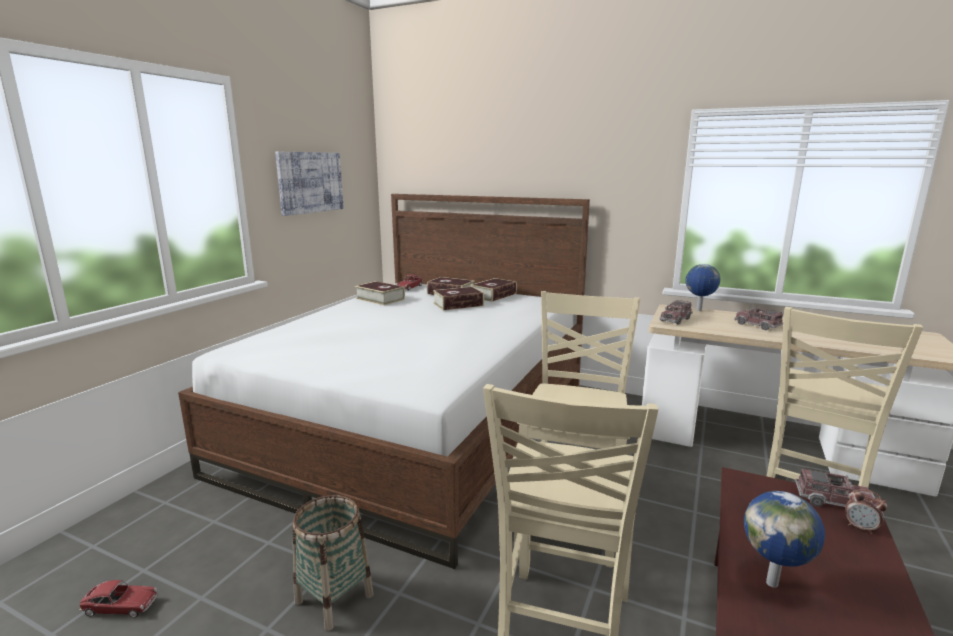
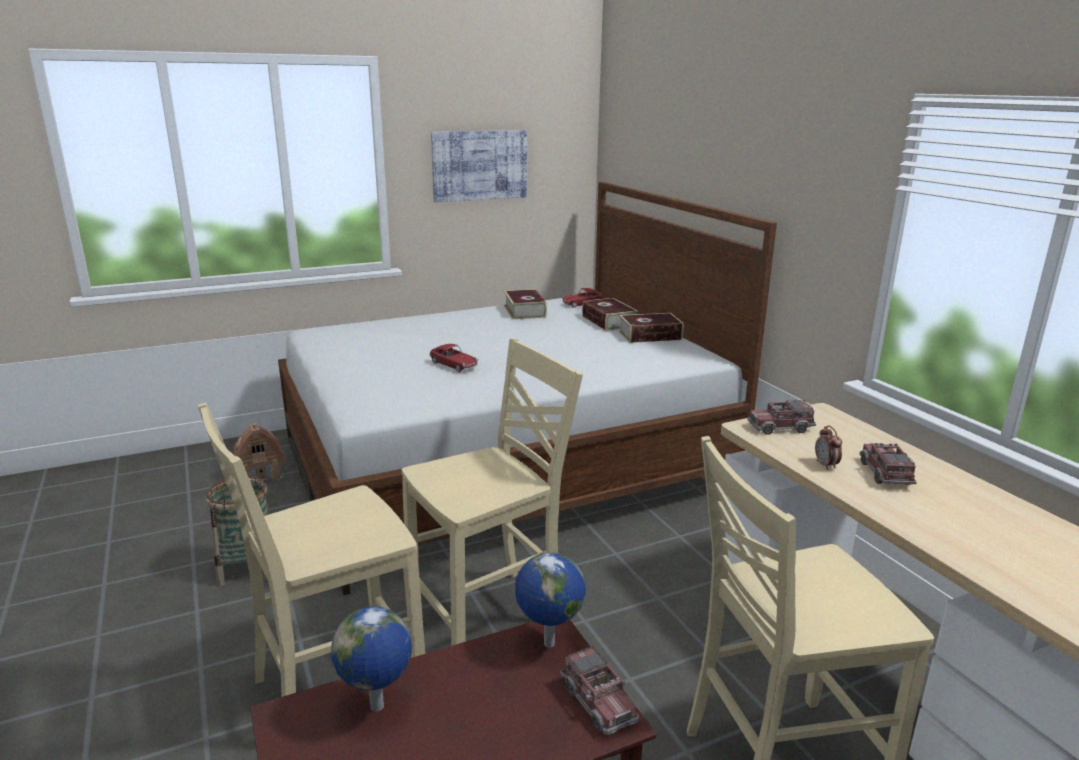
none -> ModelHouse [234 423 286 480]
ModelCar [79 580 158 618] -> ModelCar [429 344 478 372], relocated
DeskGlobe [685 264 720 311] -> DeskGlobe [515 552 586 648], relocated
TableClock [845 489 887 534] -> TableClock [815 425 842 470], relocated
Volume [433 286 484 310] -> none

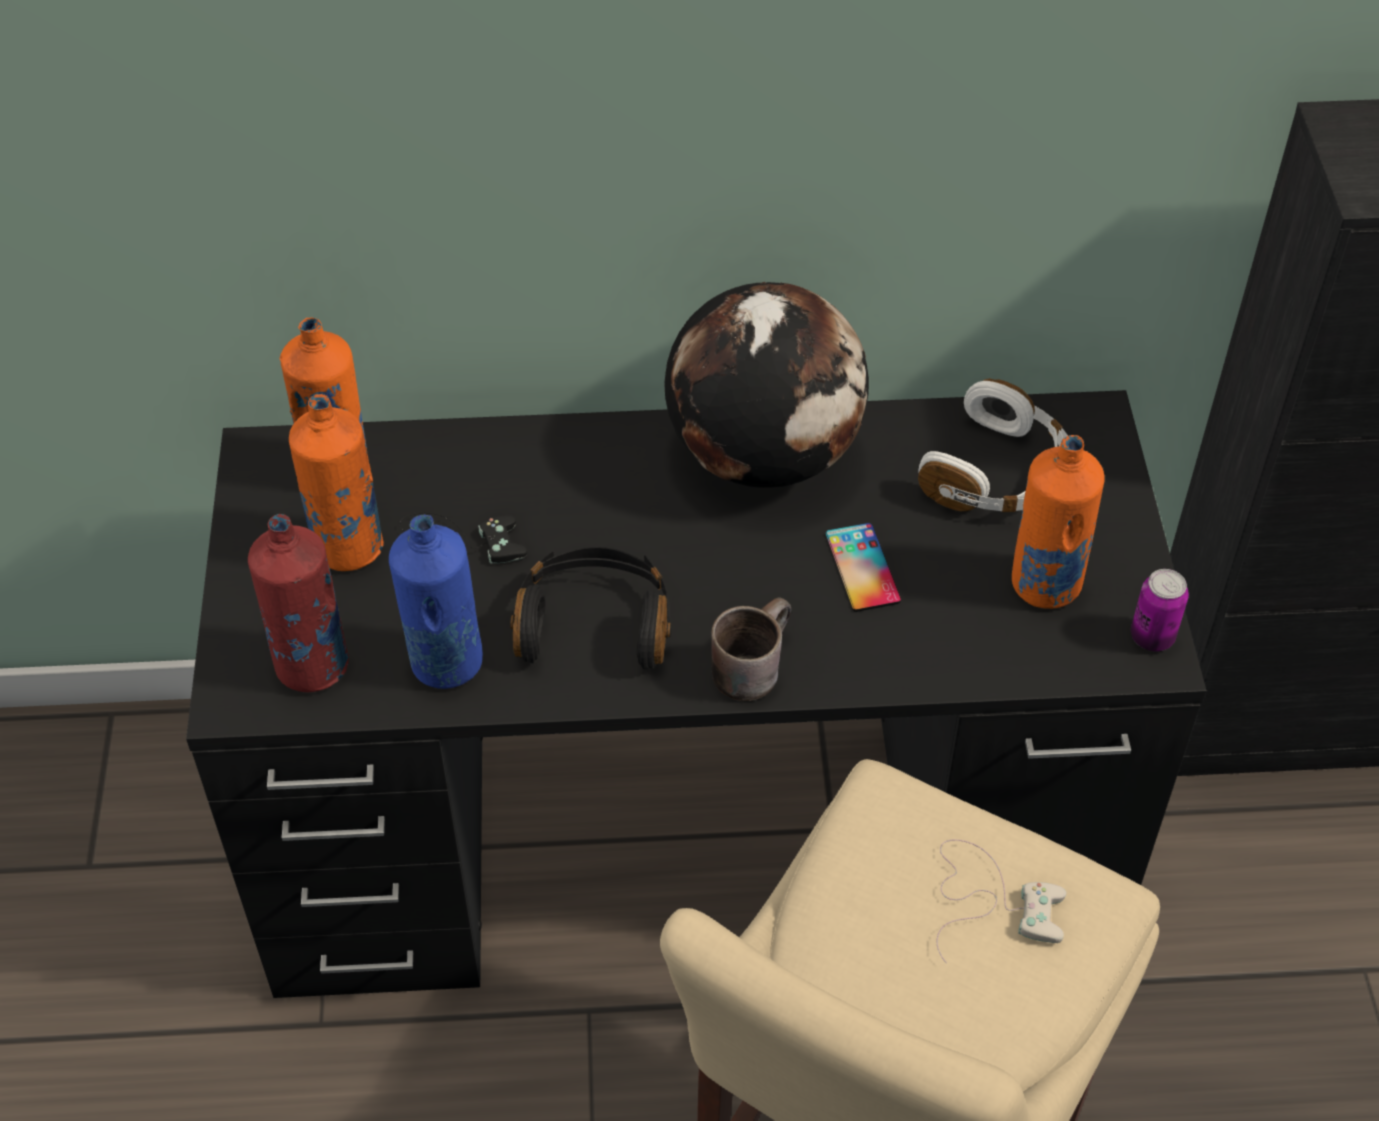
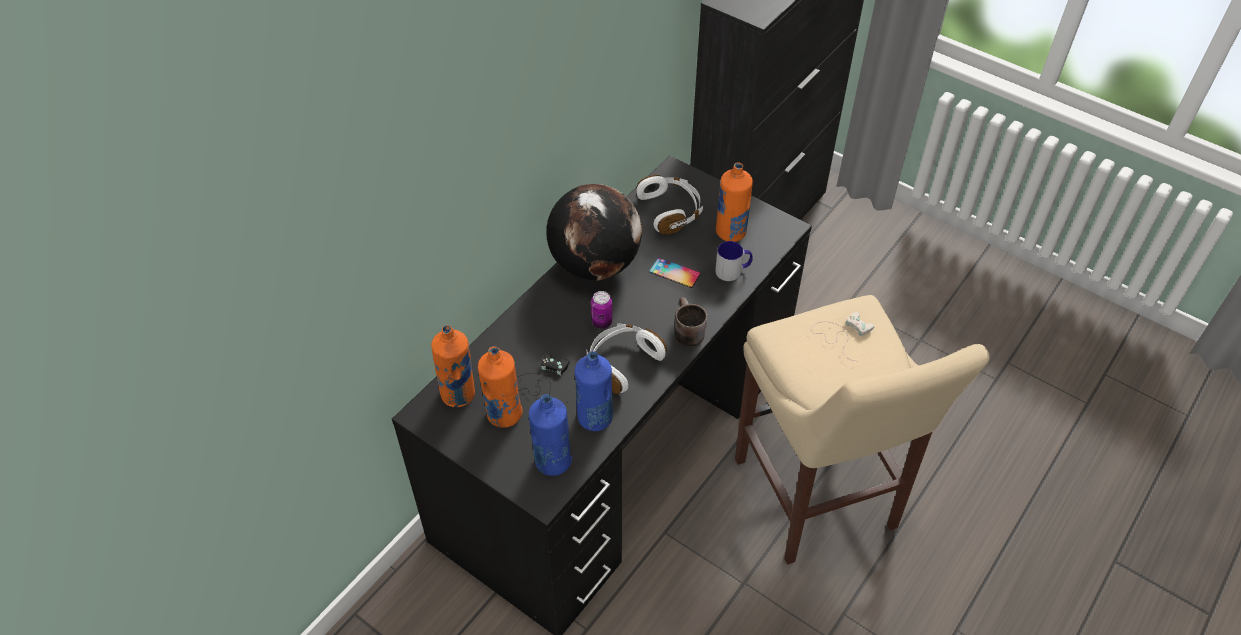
RedDrinkBottle [248 514 349 692] -> BlueDrinkBottle [529 394 572 476]
BlackishPairOfHeadphones [510 547 671 669] -> WhitishPairOfHeadphones [586 324 667 394]
SealedCan [1131 569 1189 651] -> SealedCan [591 291 612 329], relocated
none -> TeaMug [715 241 753 281]

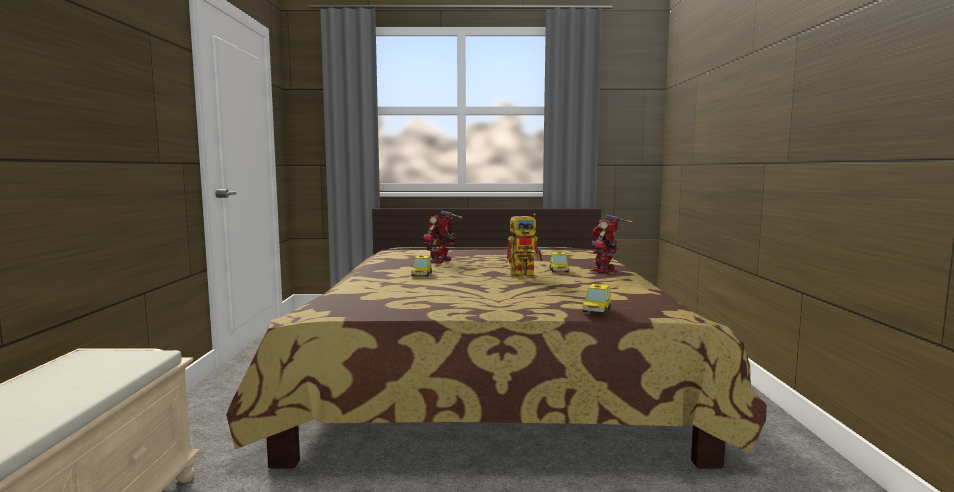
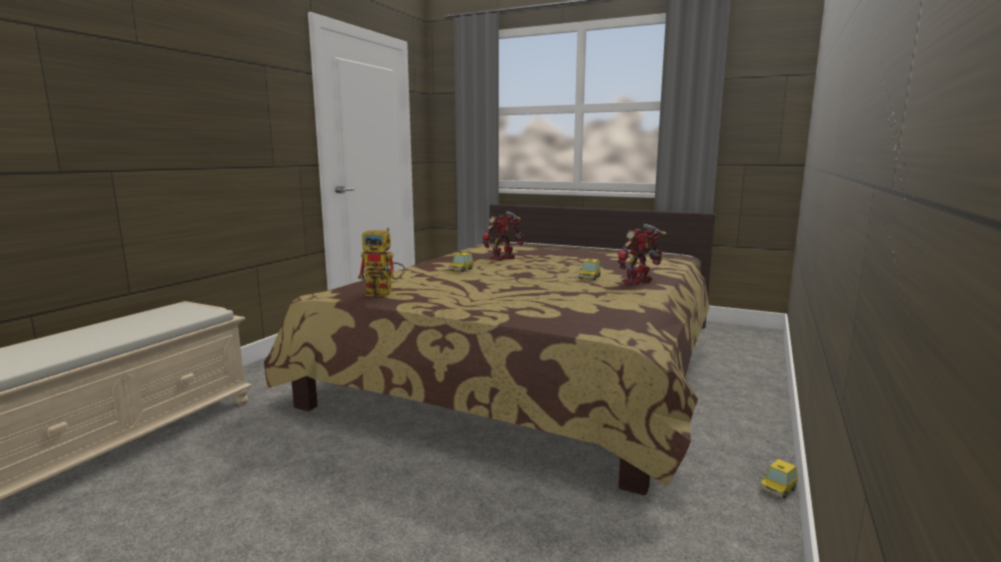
ModelRobot [505 213 543 278] -> ModelRobot [358 228 405 297], relocated
ModelCar [582 284 611 314] -> ModelCar [760 459 798 499], relocated

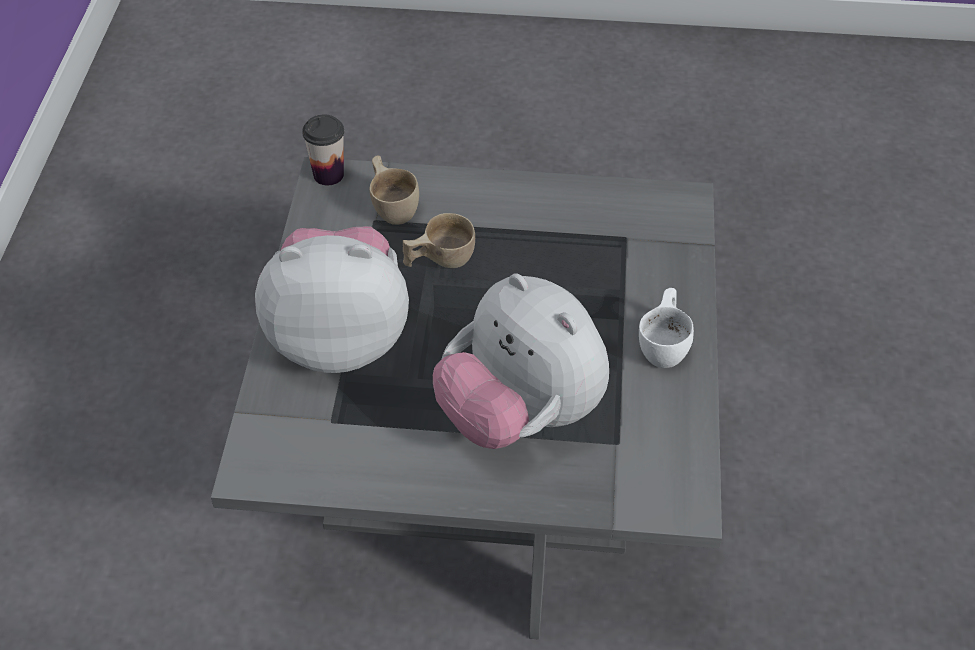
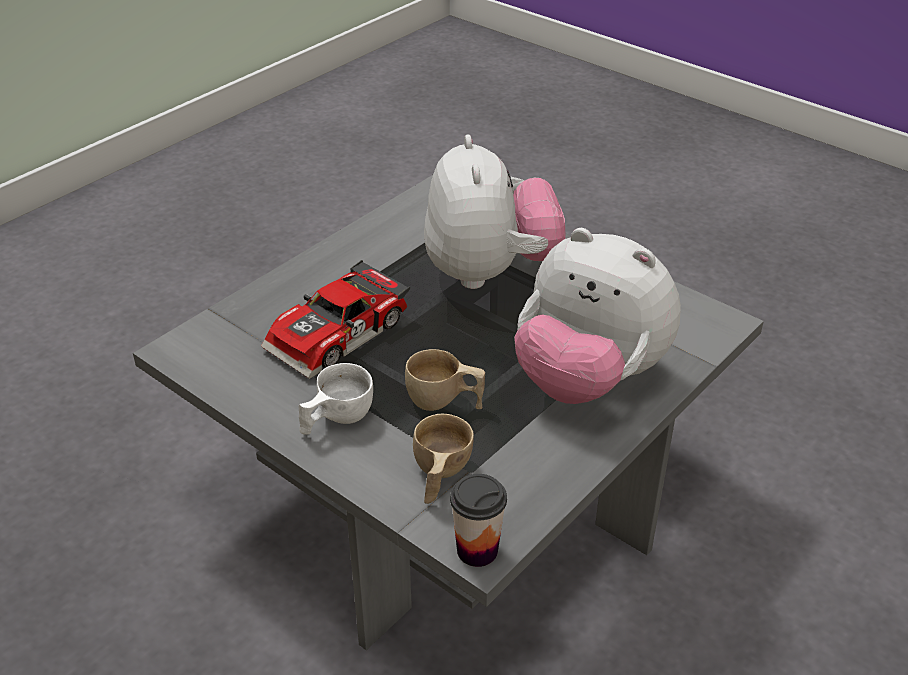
none -> ModelCar [261 260 410 379]
WhitishDrinkingCup [639 288 694 368] -> WhitishDrinkingCup [299 363 373 434], relocated

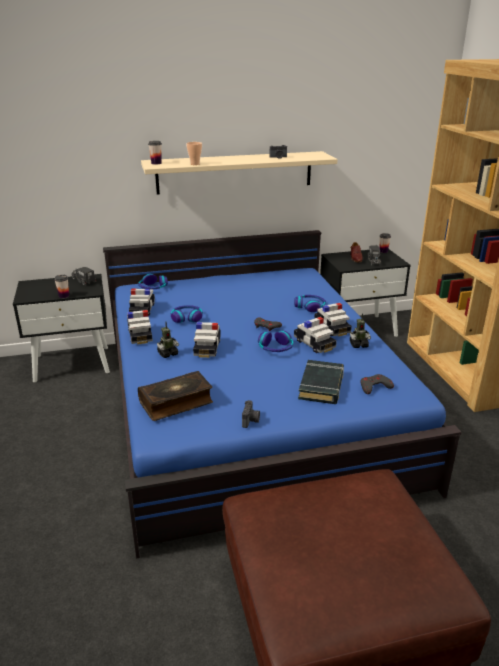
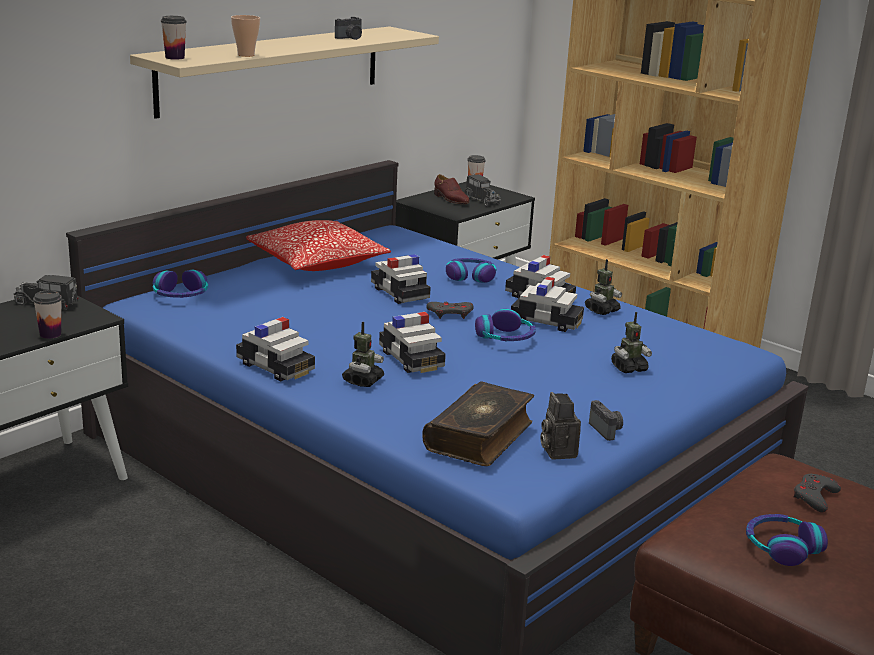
none -> ThrowPillow [246 220 391 271]
ModelCar [129 289 155 315] -> ModelCar [371 254 431 304], relocated
none -> PhotoCamera [540 392 581 460]
BlackishVolume [298 360 344 404] -> ModelRobot [611 312 652 373]
PairOfHeadphones [171 305 203 323] -> PairOfHeadphones [746 514 828 566], relocated
GreyGameController [360 374 394 394] -> GreyGameController [794 474 841 512], relocated

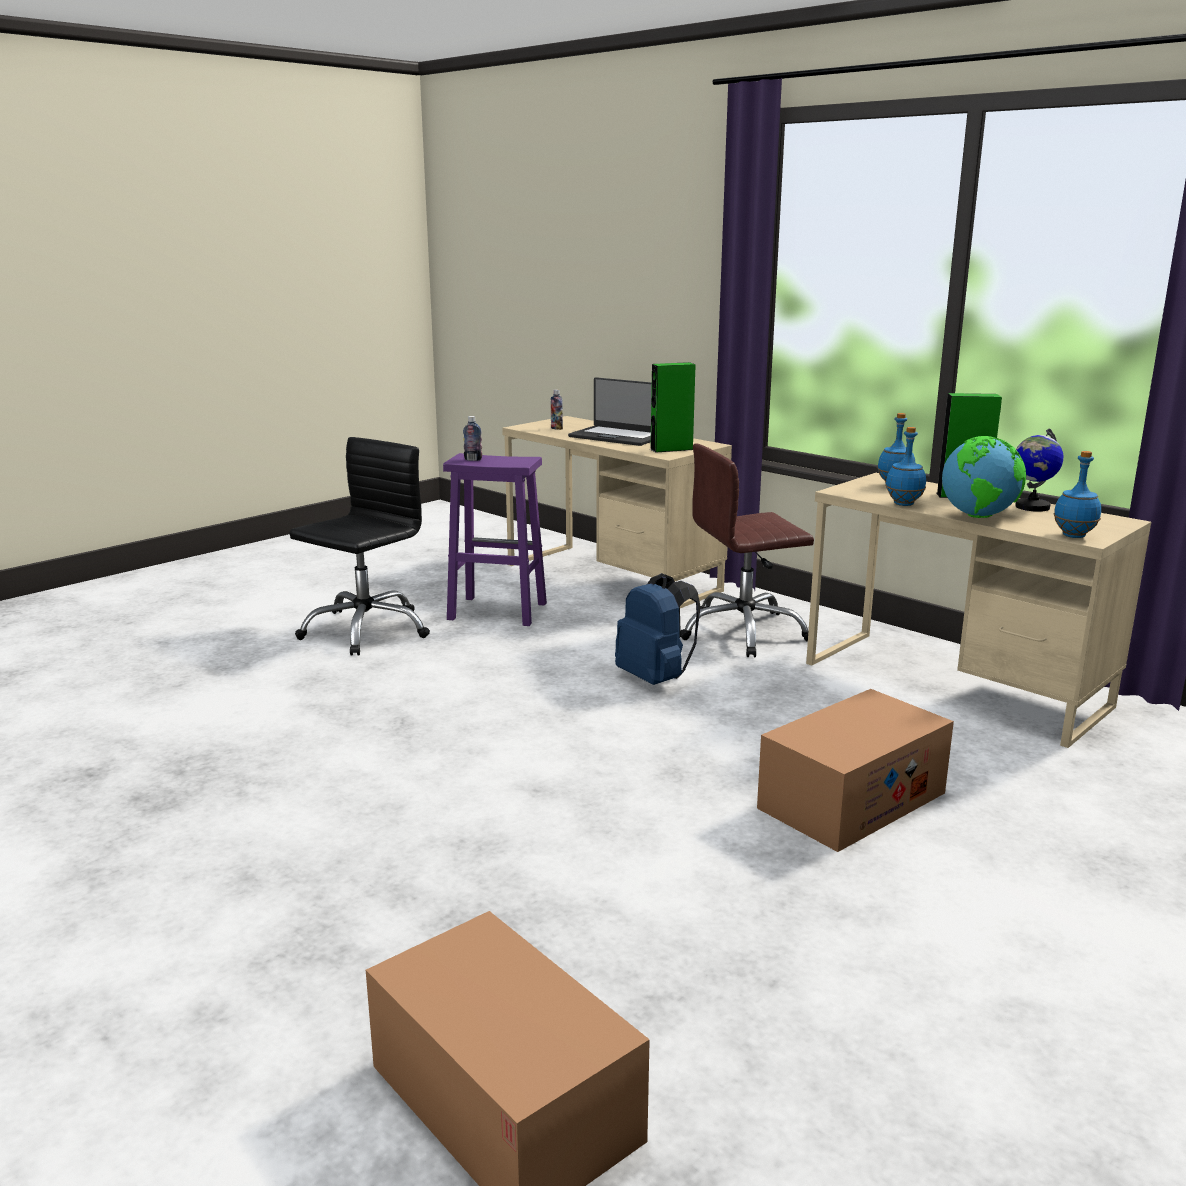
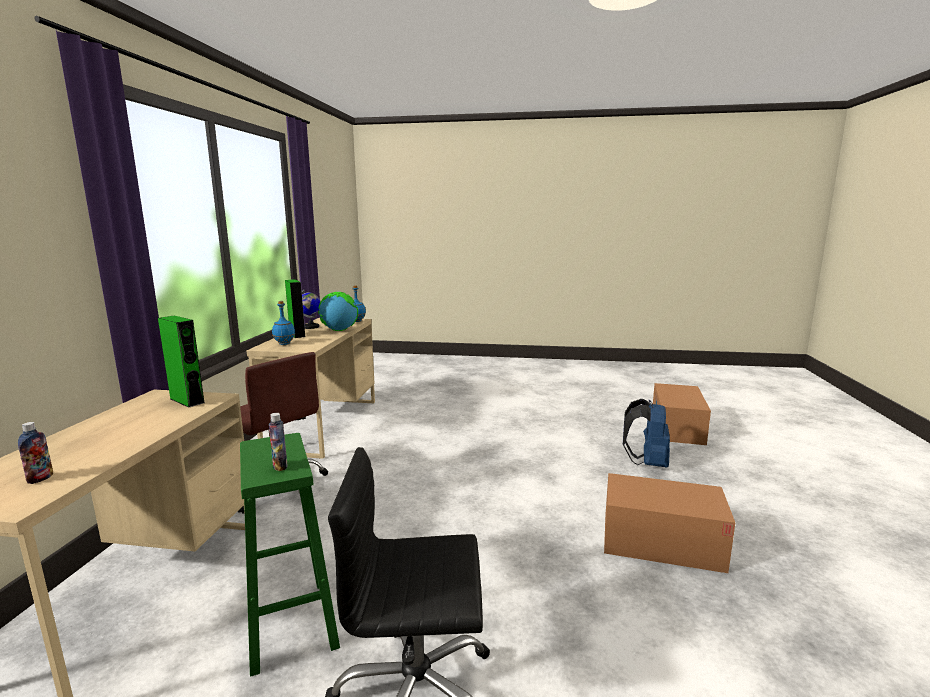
PurpleColouredStoolSeat [443 453 547 626] -> GreenStoolSeat [240 433 340 677]
PackingBox [757 689 954 852] -> PackingBox [604 473 735 573], relocated
BlueRucksack [615 573 701 685] -> BlueRucksack [623 399 670 467], relocated
PortableComputer [568 377 652 446] -> none
BlueDrinkBottle [885 427 926 506] -> none

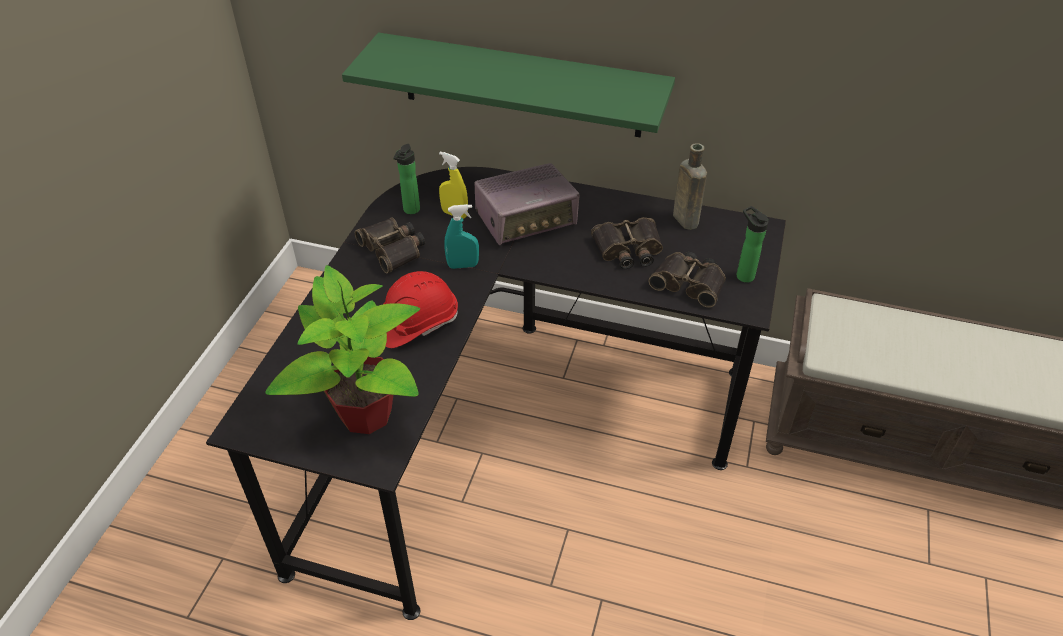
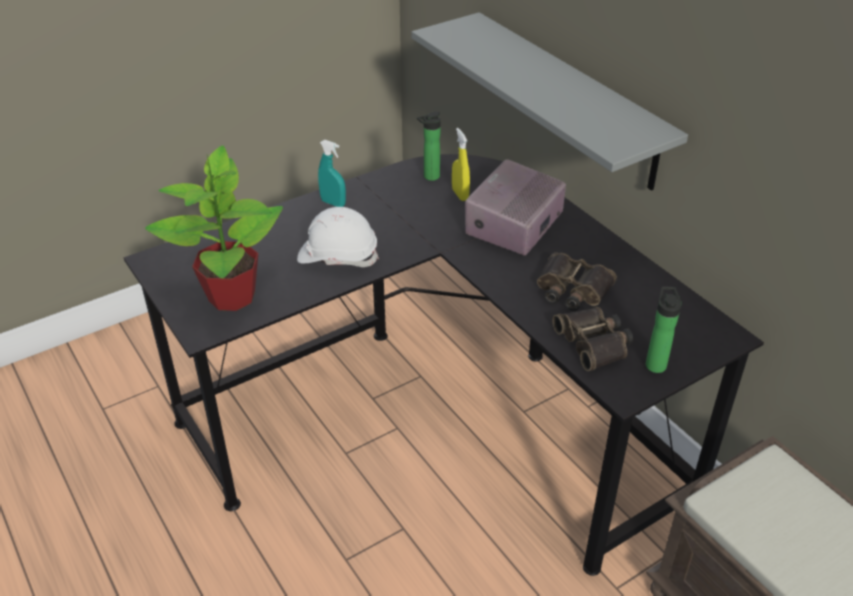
RedSafetyHelmet [383 271 458 348] -> WhitishSafetyHelmet [297 207 379 267]
TurquoiseColouredHandSprayer [444 204 479 269] -> TurquoiseColouredHandSprayer [318 140 346 207], relocated
GreenShelf [342 32 675 137] -> GreyShelf [412 12 688 191]
RadioSet [475 163 580 245] -> RadioSet [465 159 566 256], 105 degrees clockwise
PairOfBinoculars [355 218 425 274] -> none
BrownishDrinkBottle [673 143 707 230] -> none

